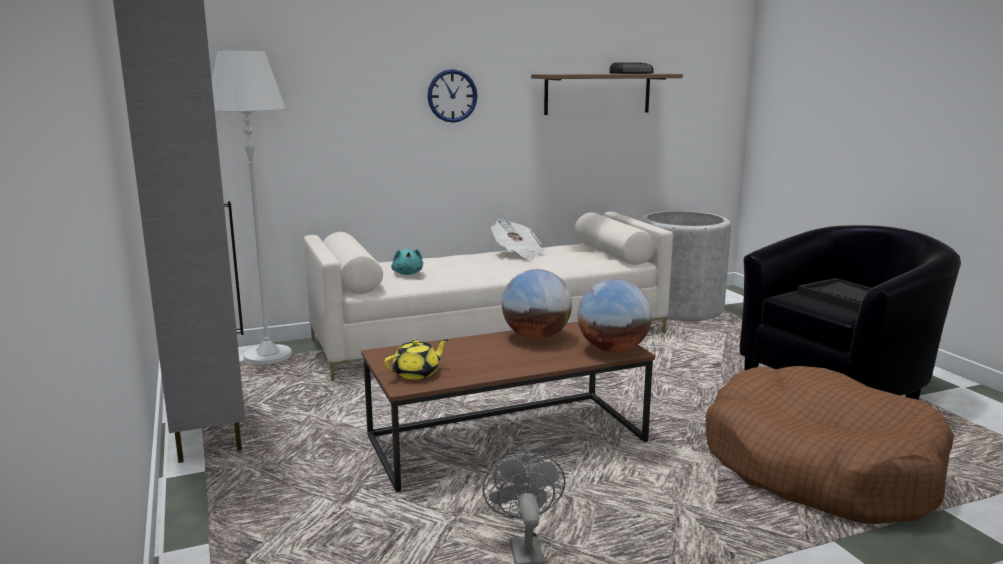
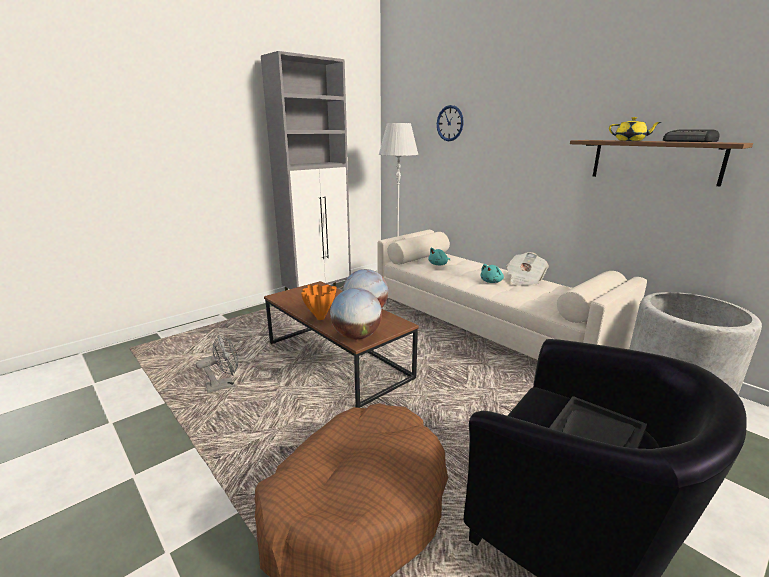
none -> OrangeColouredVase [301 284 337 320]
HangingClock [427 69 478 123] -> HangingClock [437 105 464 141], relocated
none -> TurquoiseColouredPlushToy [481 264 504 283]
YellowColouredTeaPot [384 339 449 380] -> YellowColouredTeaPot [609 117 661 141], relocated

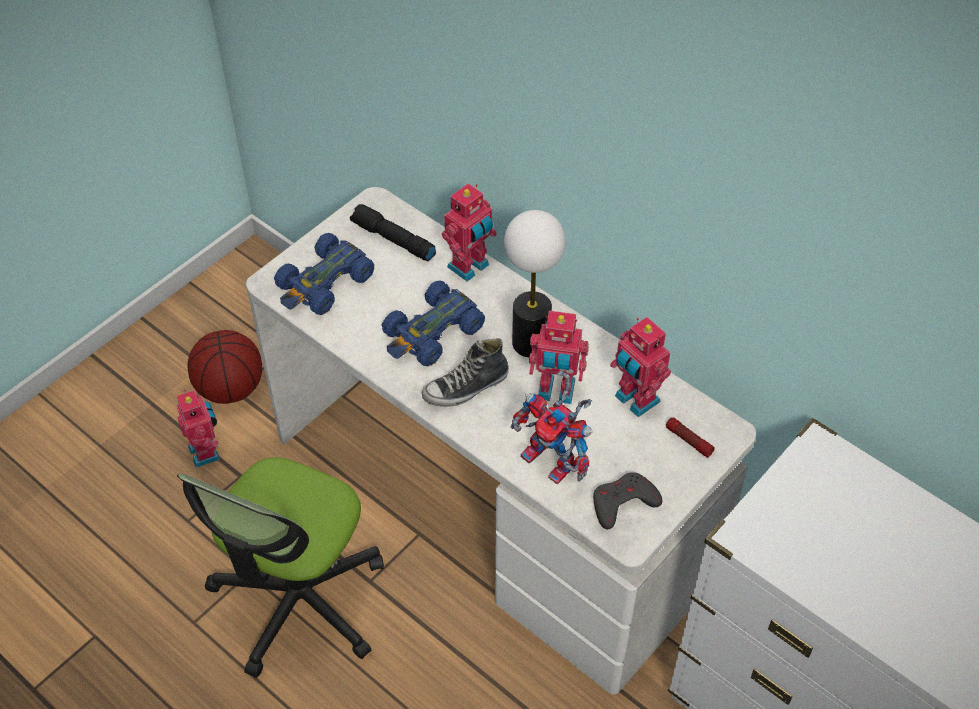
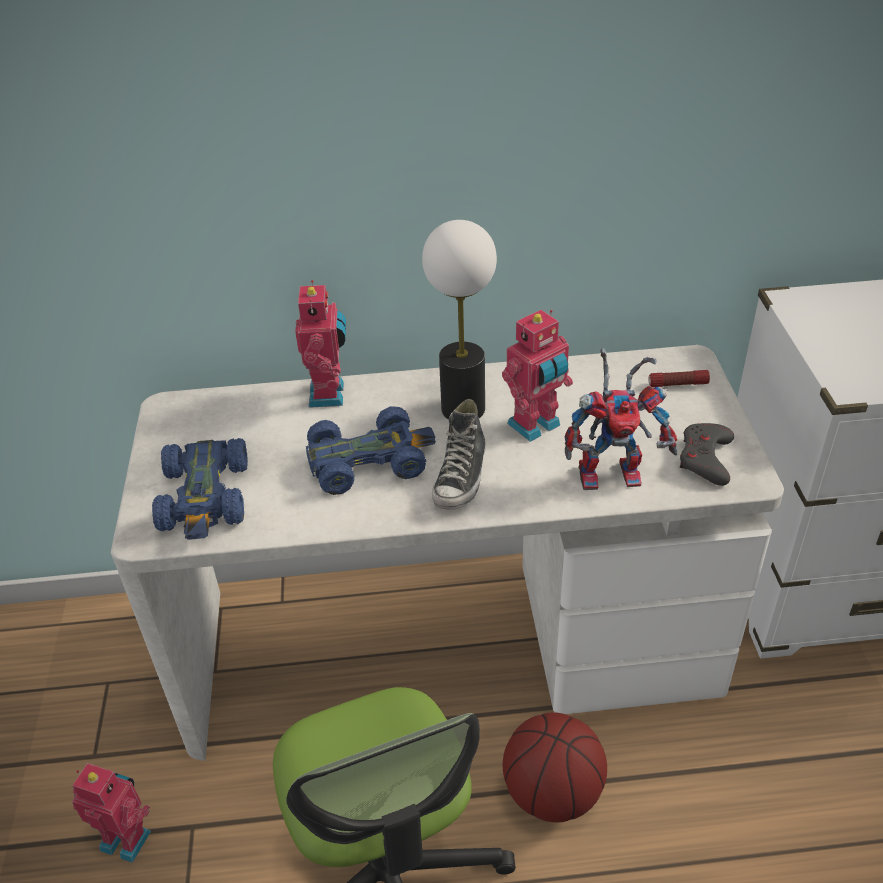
BlueModelCar [382 281 485 367] -> BlueModelCar [306 406 436 495], 105 degrees counterclockwise
BasketballBall [188 330 262 404] -> BasketballBall [503 712 607 822], relocated
BlackishFlashlight [350 204 436 261] -> none
ModelRobot [610 317 671 417] -> none

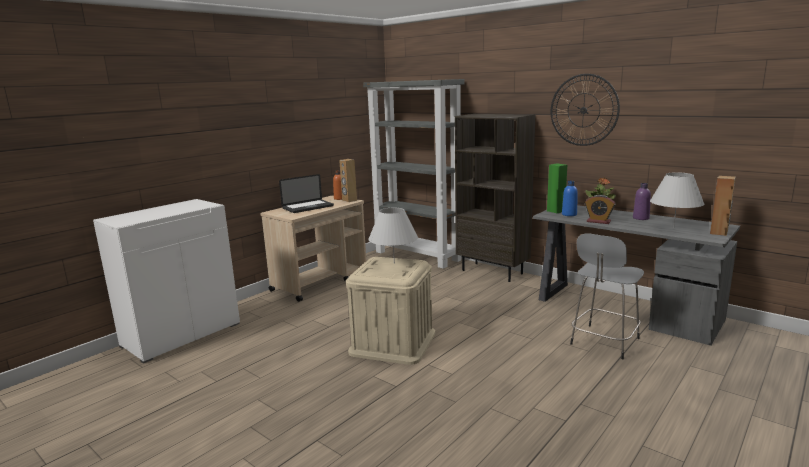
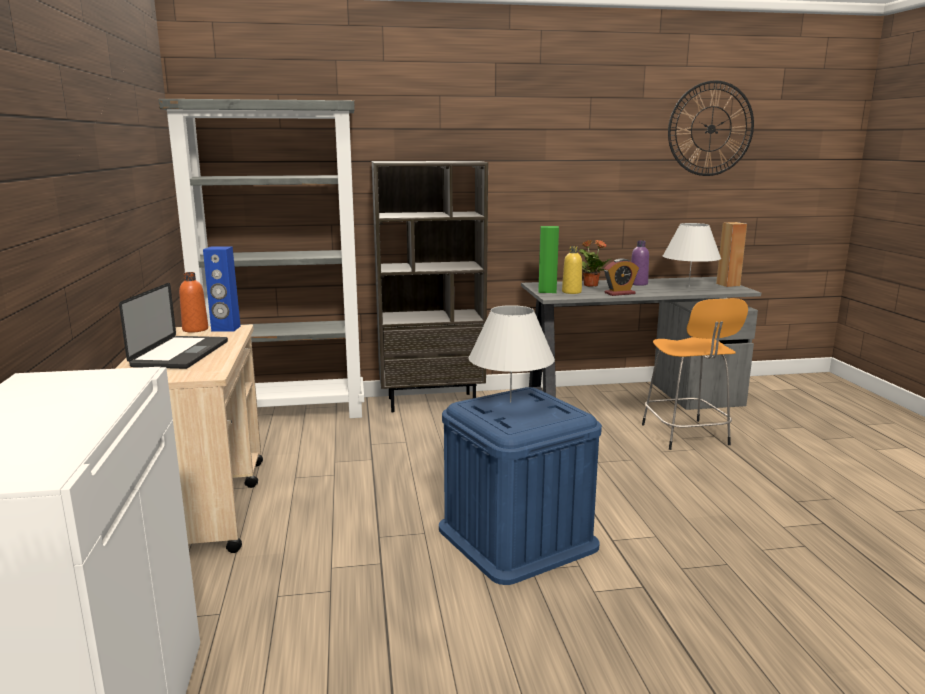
BrownishLoudspeaker [339 159 357 202] -> BlueLoudspeaker [203 246 241 332]
BeigeColouredStorageBin [346 257 435 365] -> BlueStorageBin [439 387 602 585]
BlueDrinkBottle [562 181 578 216] -> YellowColouredDrinkBottle [562 246 582 294]
GreyStoolSeat [570 234 644 359] -> OrangeColouredStoolSeat [642 298 748 450]
HangingClock [551 74 620 146] -> HangingClock [668 80 754 176], relocated

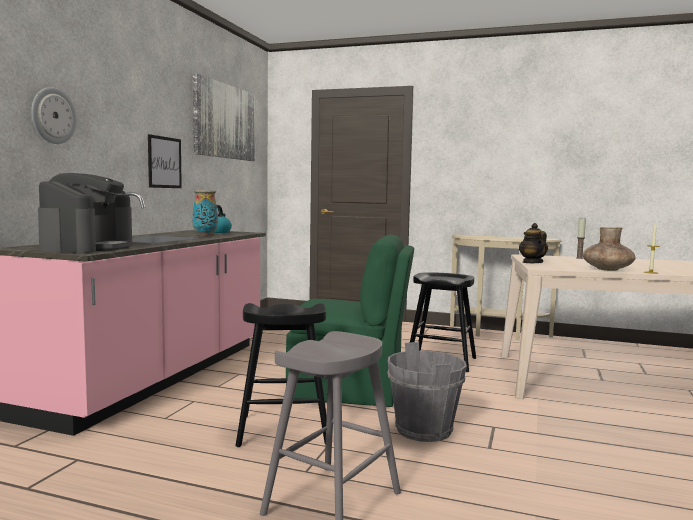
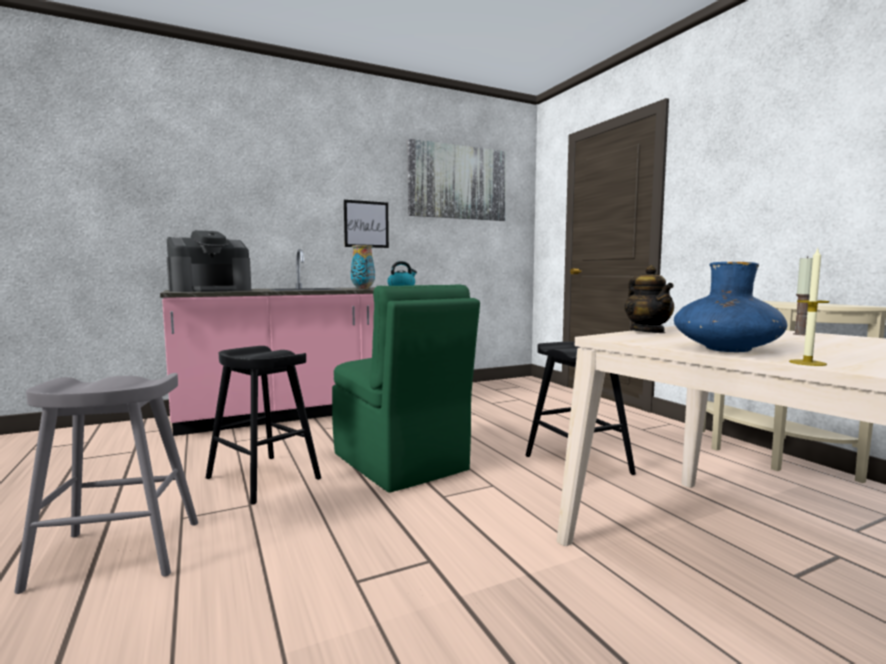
TeaPot [519 223 548 263] -> TeaPot [624 265 674 333], 135 degrees clockwise
BrownishVase [582 227 635 271] -> BlueVase [674 262 787 352]
HangingClock [31 87 77 144] -> none
GreyBucket [387 342 467 442] -> none

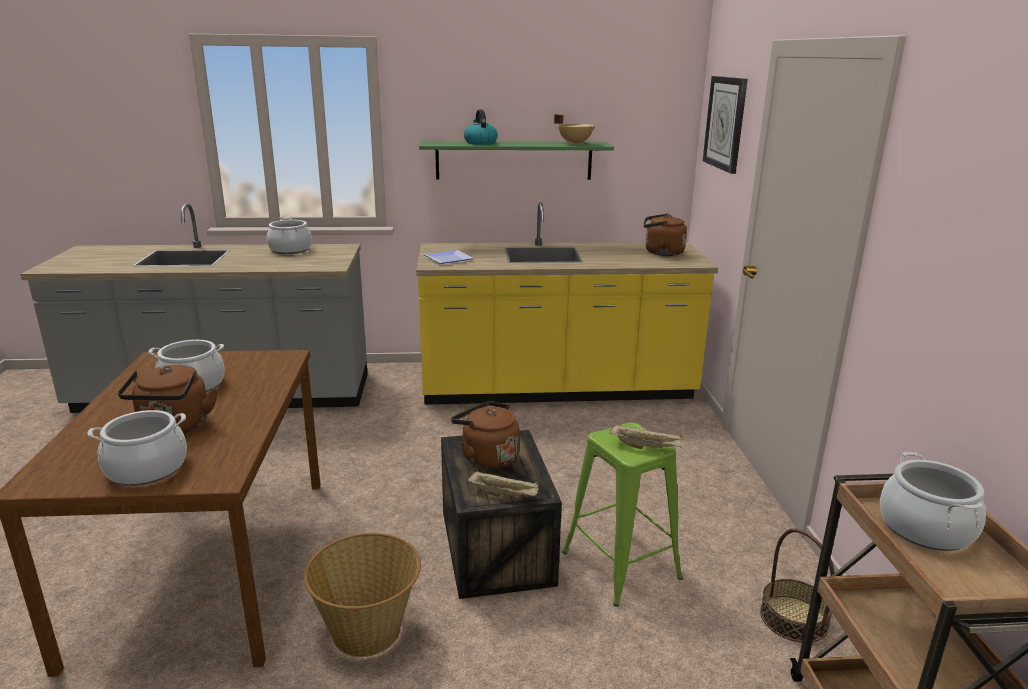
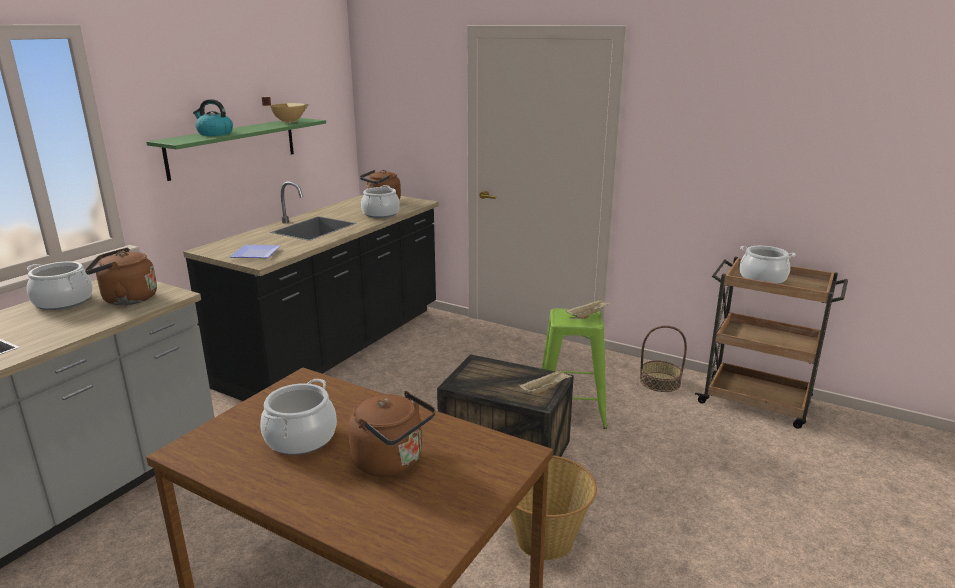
BrownishTeaKettle [451 401 520 470] -> BrownishTeaKettle [85 248 157 305], relocated
YellowColouredKitchenBaseUnit [416 203 718 405] -> BlackishKitchenBaseUnit [183 181 439 401]
CookingPot [88 410 187 486] -> CookingPot [361 185 400 218], relocated
HangingClock [703 76 748 174] -> none

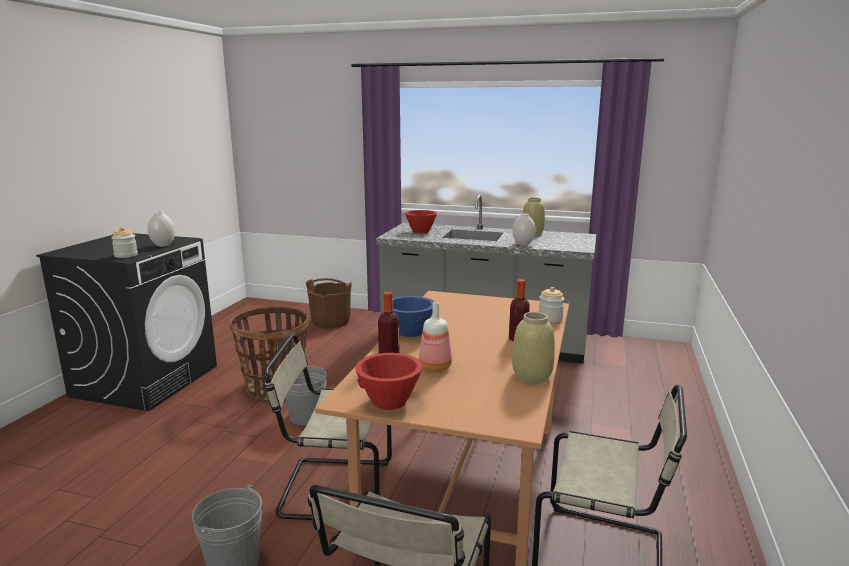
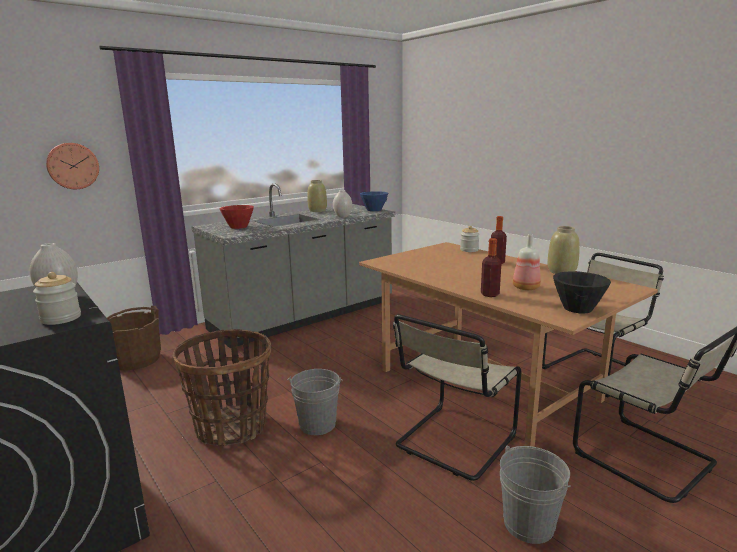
none -> HangingClock [46 143 99 189]
BlueDeepDish [392 296 434 337] -> BlueDeepDish [360 191 388 211], relocated
RedDeepDish [356 353 422 410] -> BlackishDeepDish [553 271 611 313]

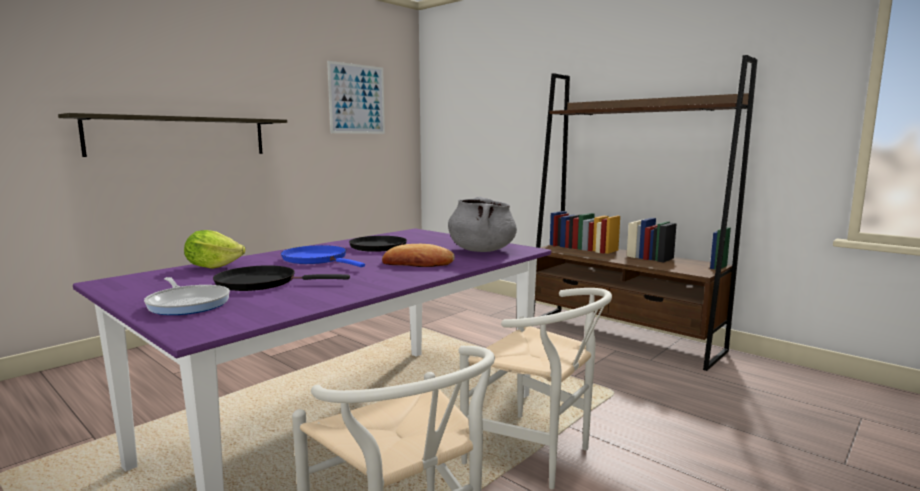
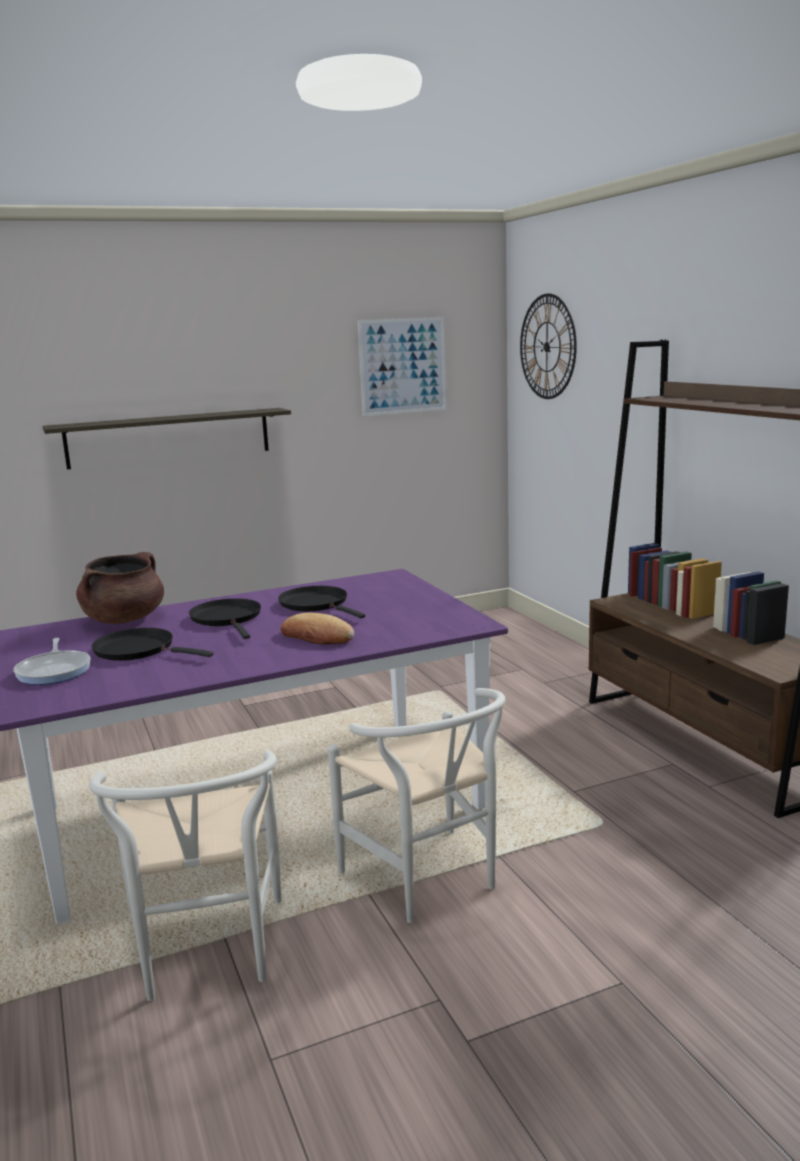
HeadOfLettuce [184 230 246 269] -> BrownishCookingPot [76 552 164 624]
BluePan [281 245 365 267] -> BlackishPan [189 598 261 639]
none -> HangingClock [520 294 577 399]
GreyCookingPot [448 197 517 252] -> none

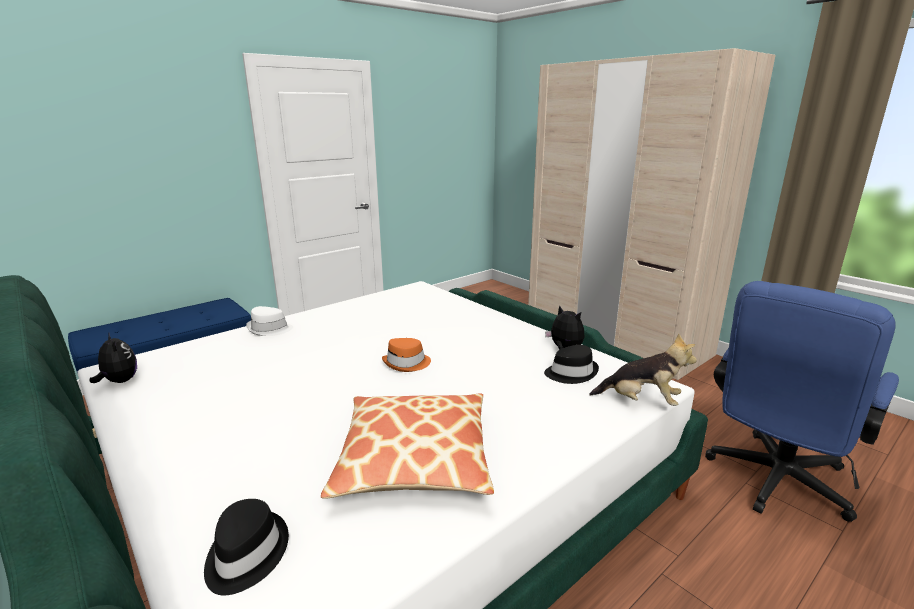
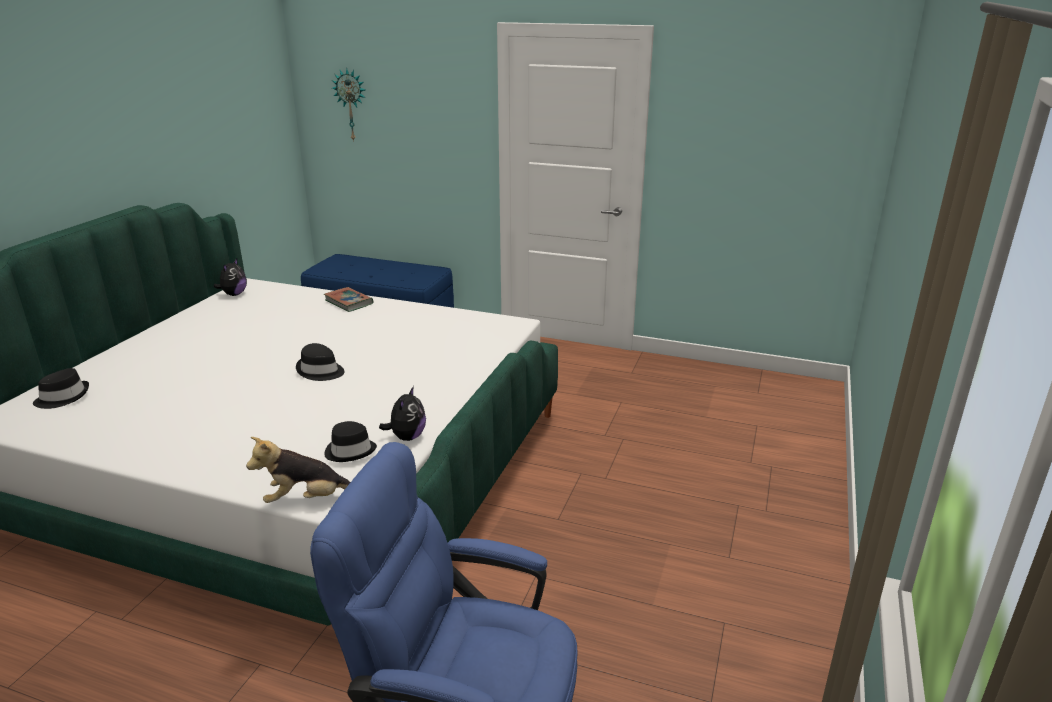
PlushToy [589 333 697 406] -> PlushToy [246 437 350 503], 90 degrees clockwise
OrangeColouredWearableHat [382 338 431 372] -> BlackishWearableHat [296 343 344 381]
WhitishWearableHat [246 306 293 336] -> Volume [324 287 374 312]
none -> HangingClock [332 68 365 142]
ThrowPillow [321 393 494 499] -> none
BeigeColouredWardrobe [528 48 776 380] -> none

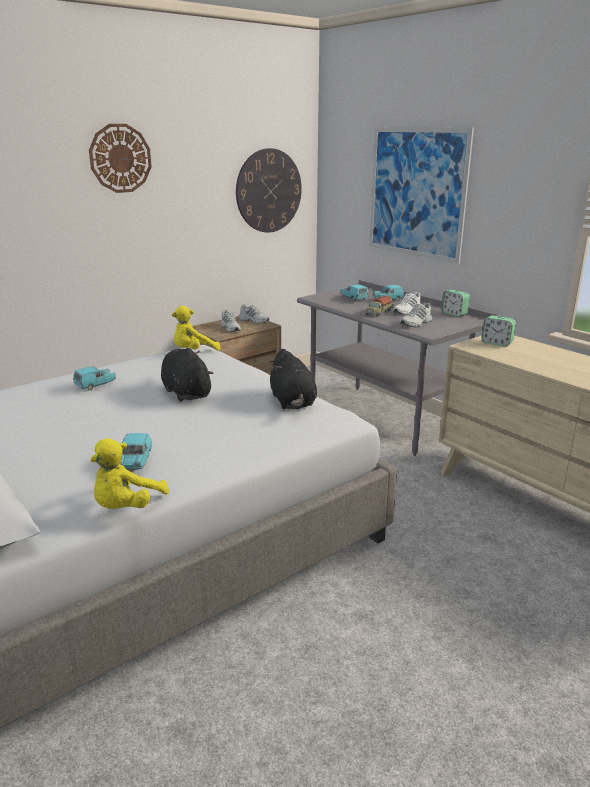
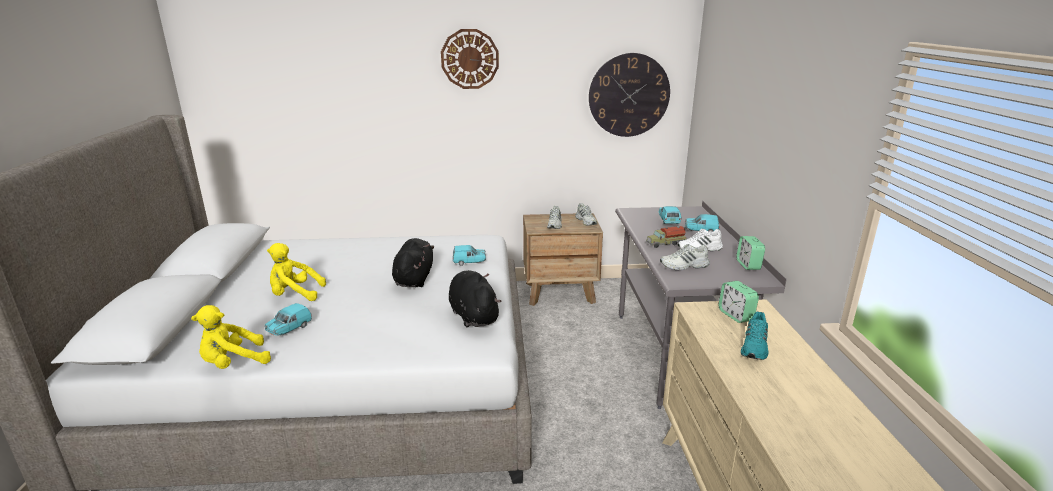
YellowColouredPlushToy [172 306 220 351] -> YellowColouredPlushToy [267 243 326 301], relocated
BlackishPlushToy [268 349 317 409] -> BlackishPlushToy [449 270 501 327], 135 degrees clockwise
TurquoiseColouredModelCar [73 366 116 391] -> TurquoiseColouredModelCar [453 245 486 266], relocated
none -> TurquoiseColouredItemOfFootwear [741 311 768 360]
Picture [369 127 474 264] -> none

